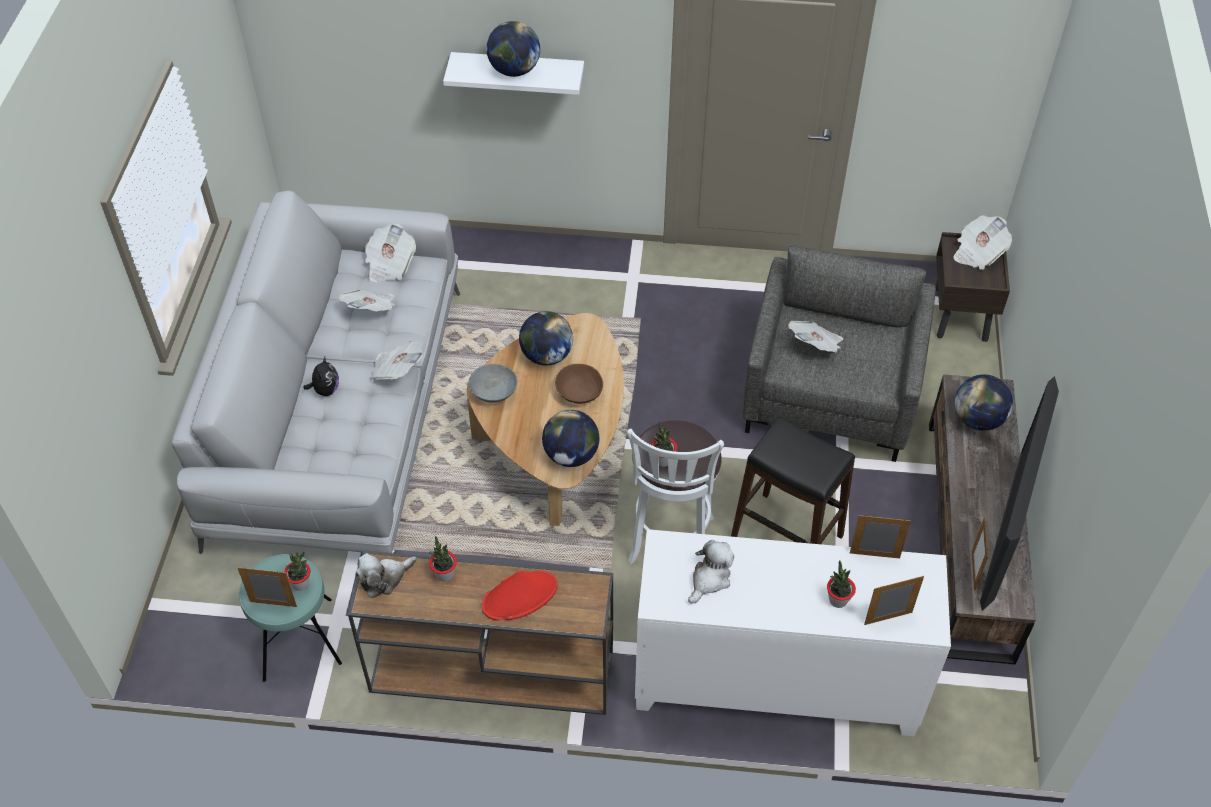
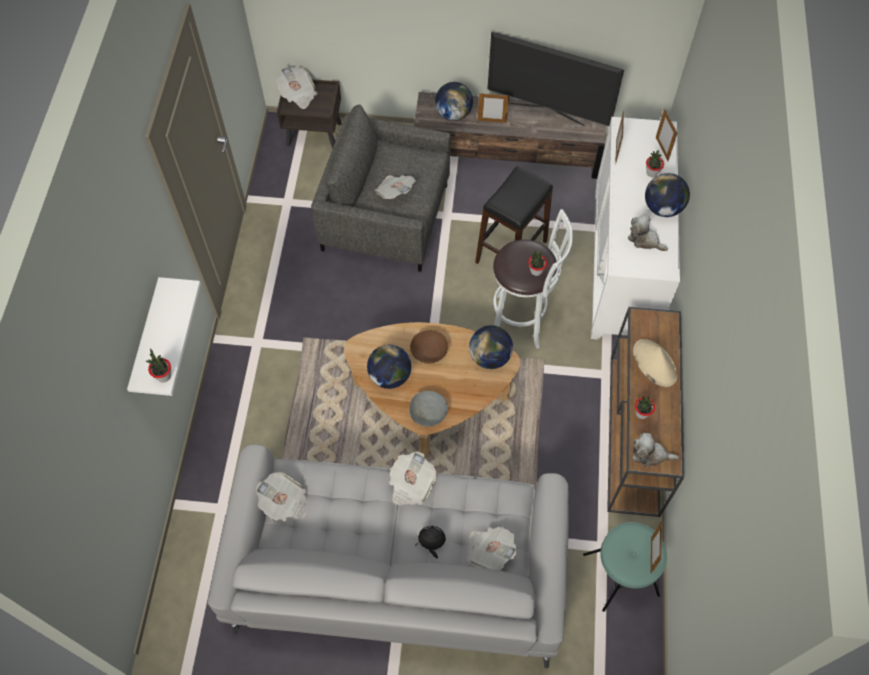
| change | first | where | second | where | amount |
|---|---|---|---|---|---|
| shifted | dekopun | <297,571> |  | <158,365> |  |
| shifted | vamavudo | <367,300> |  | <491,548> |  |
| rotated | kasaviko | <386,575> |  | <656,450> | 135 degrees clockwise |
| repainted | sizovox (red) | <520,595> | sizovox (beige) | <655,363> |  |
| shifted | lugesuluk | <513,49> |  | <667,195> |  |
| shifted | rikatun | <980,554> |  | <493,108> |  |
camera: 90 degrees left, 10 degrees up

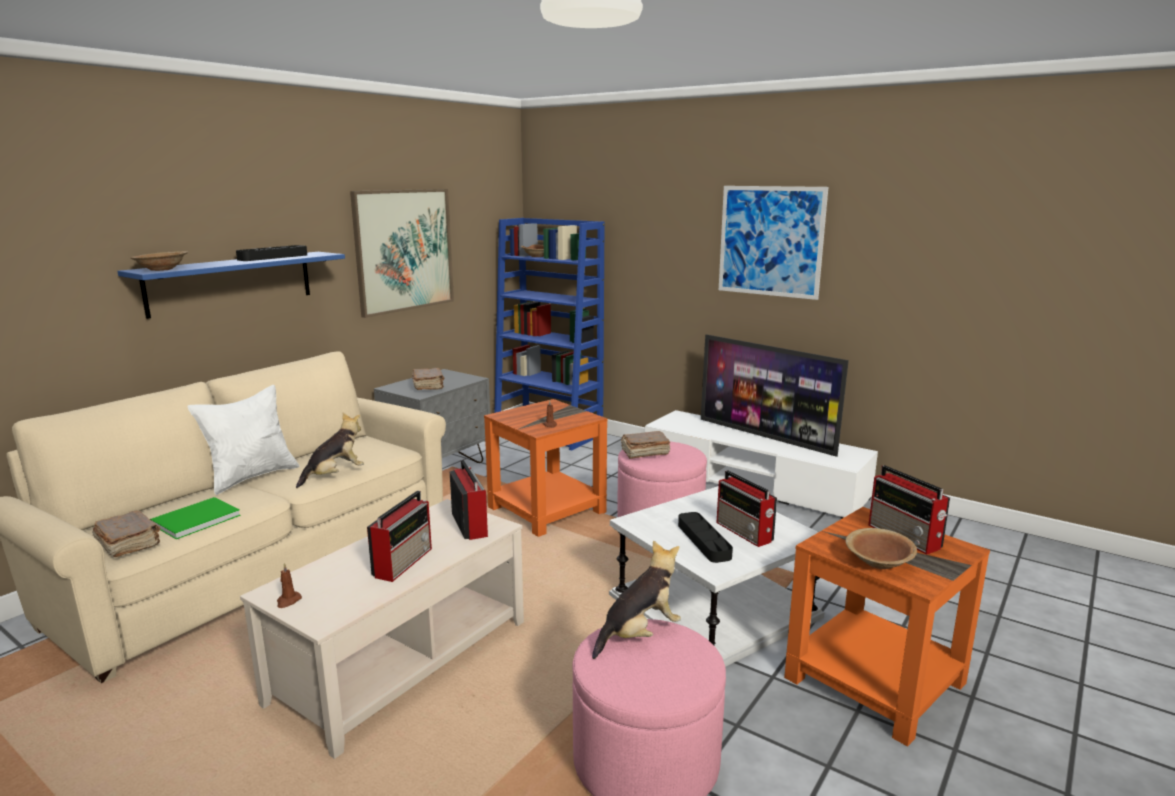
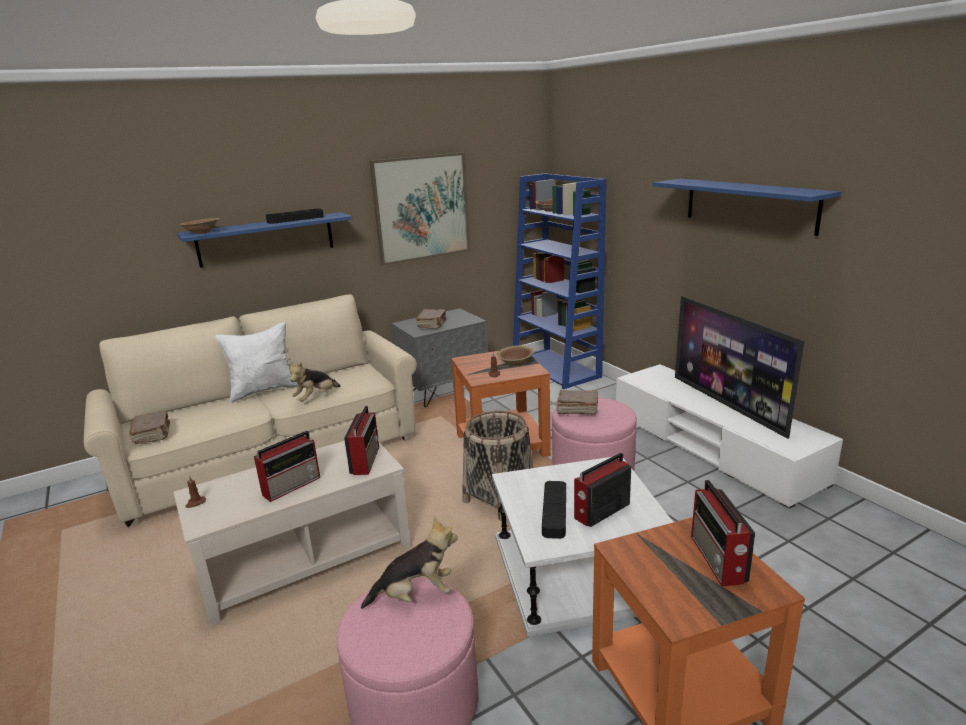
| change | first | where | second | where | amount |
|---|---|---|---|---|---|
| gone | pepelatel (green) | <195,518> |  |  |  |
| rotated | kasaviko | <330,450> |  | <314,382> | 150 degrees clockwise |
| rotated | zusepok | <746,508> |  | <602,489> | 60 degrees clockwise |
| swapped | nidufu | <773,243> | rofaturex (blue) | <747,207> |  |
| shifted | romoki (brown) | <881,548> |  | <515,356> |  |
| new |  |  | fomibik | <497,466> |  |
camera: 25 degrees right, 5 degrees up

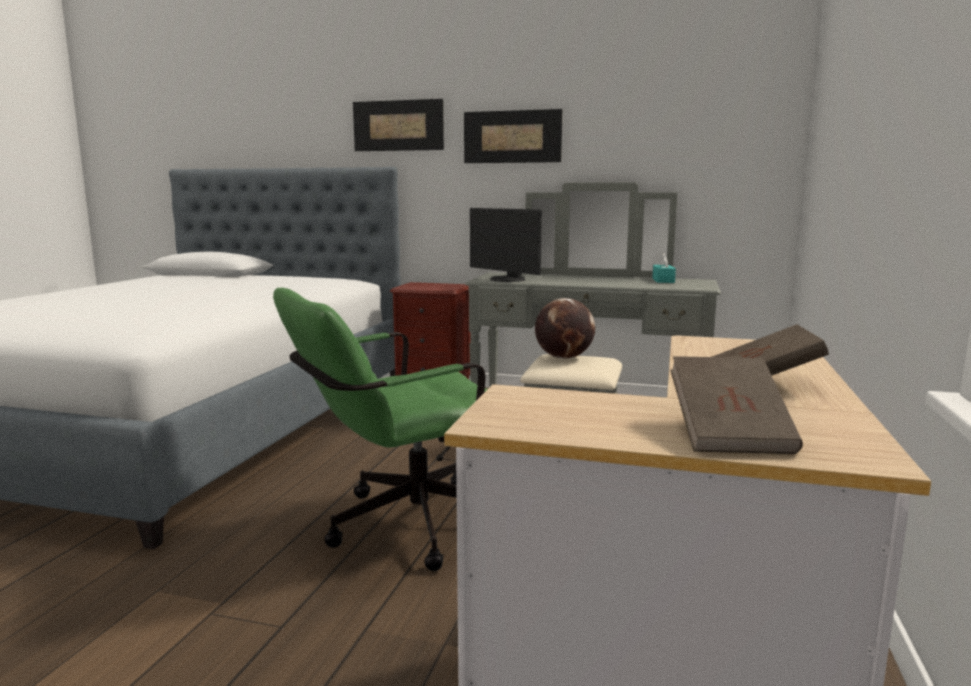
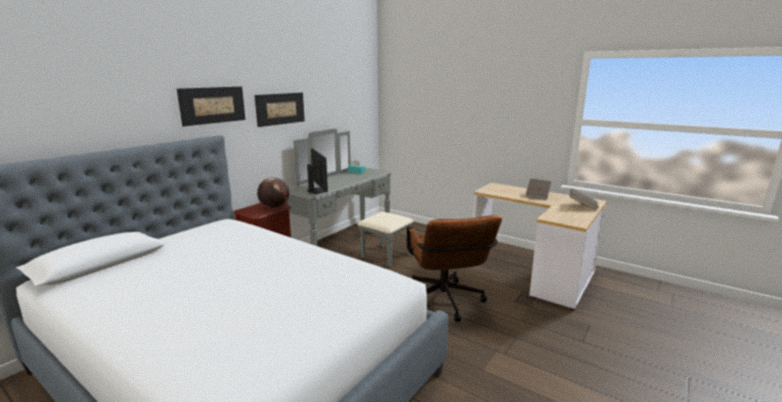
| change | first | where | second | where | amount |
|---|---|---|---|---|---|
| repainted | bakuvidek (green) | <380,429> | bakuvidek (brown) | <454,268> |  |
| rotated | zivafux | <506,245> |  | <317,171> | 90 degrees counterclockwise |
| shifted | lugesuluk | <565,328> |  | <273,192> |  |
camera: 70 degrees left, 5 degrees up

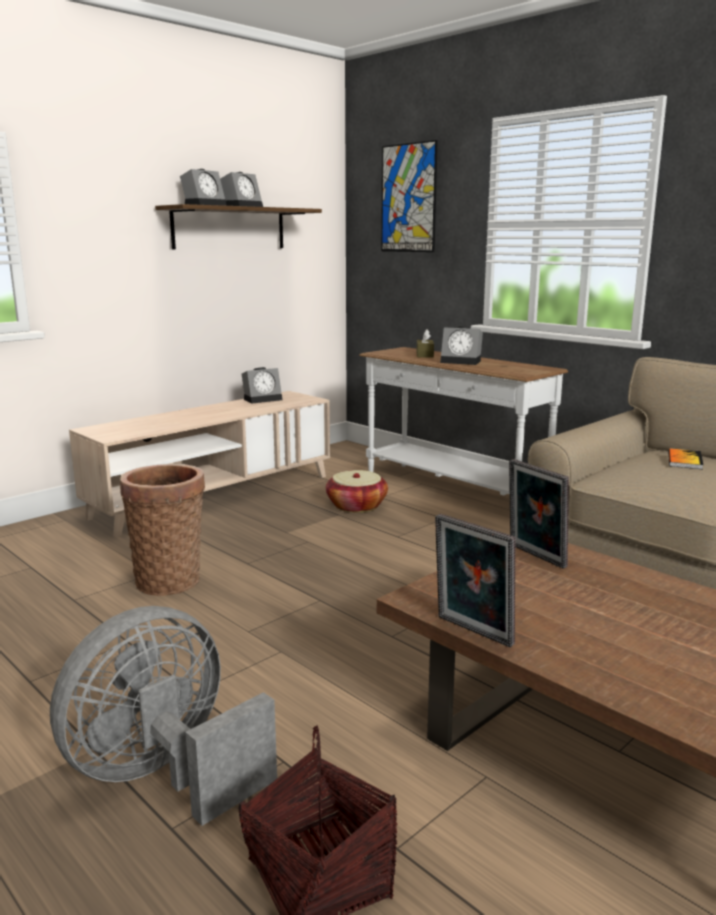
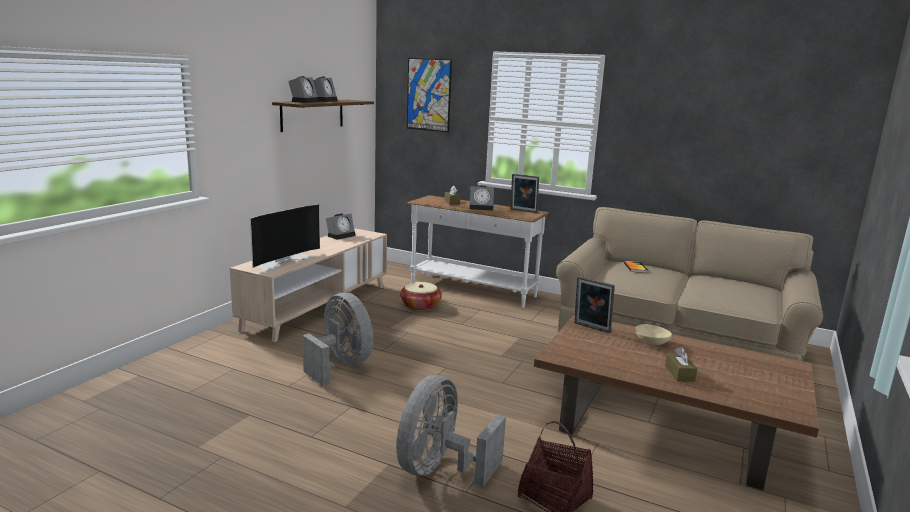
| change | first | where | second | where | amount |
|---|---|---|---|---|---|
| swapped | fomibik | <162,530> | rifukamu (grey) | <338,339> |  |
| shifted | rikatun | <475,580> |  | <525,193> |  |
| new |  |  | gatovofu | <285,237> |  |
| new |  |  | romoki (beige) | <653,334> |  |
| new |  |  | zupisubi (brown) | <681,364> |  |
camera: 20 degrees left, 0 degrees up

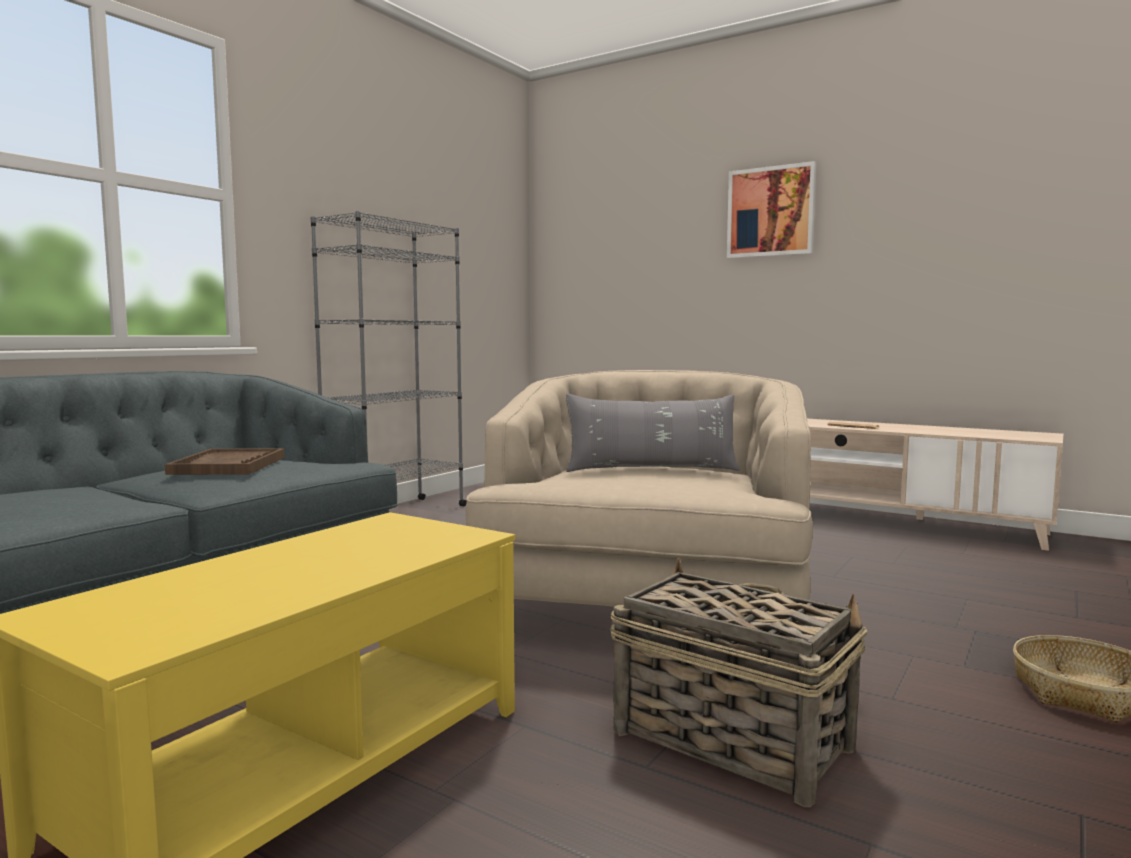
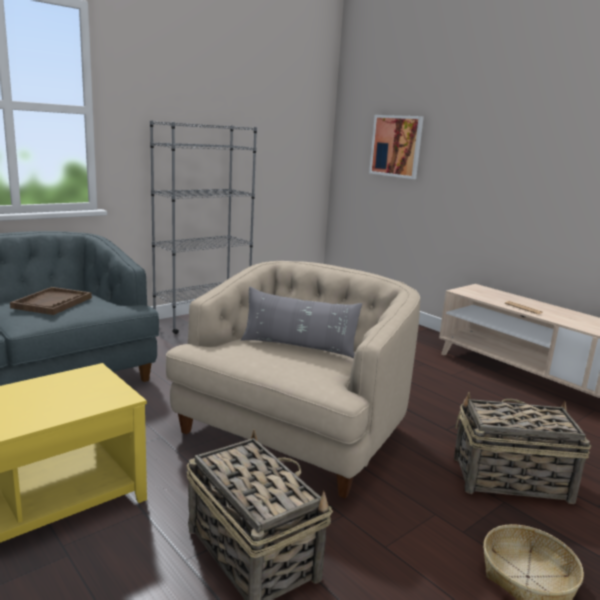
| change | first | where | second | where | amount |
|---|---|---|---|---|---|
| shifted | nidufu | <771,209> |  | <396,147> |  |
| new |  |  | fomibik | <522,448> |  |
camera: 15 degrees right, 10 degrees up

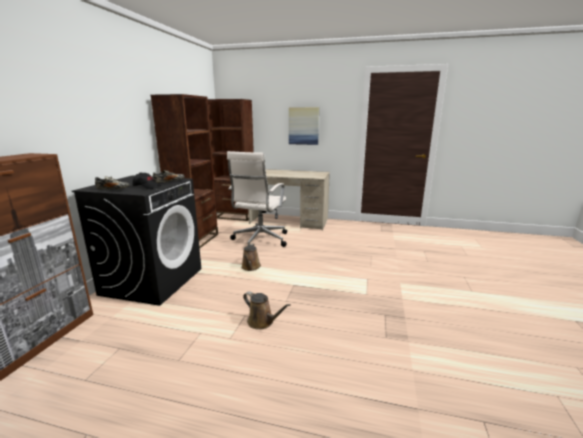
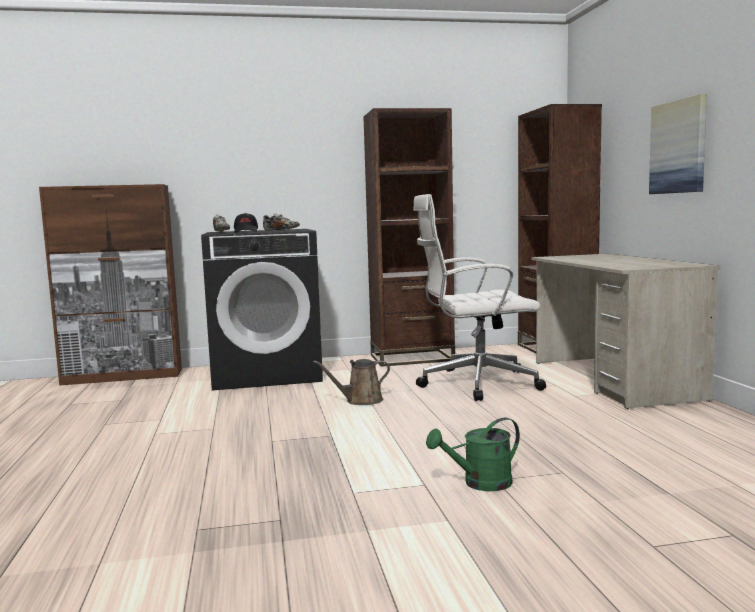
| change | first | where | second | where | amount |
|---|---|---|---|---|---|
| gone | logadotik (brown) | <267,310> |  |  |  |
| new |  |  | logadotik (green) | <473,454> |  |
camera: 65 degrees right, 10 degrees down

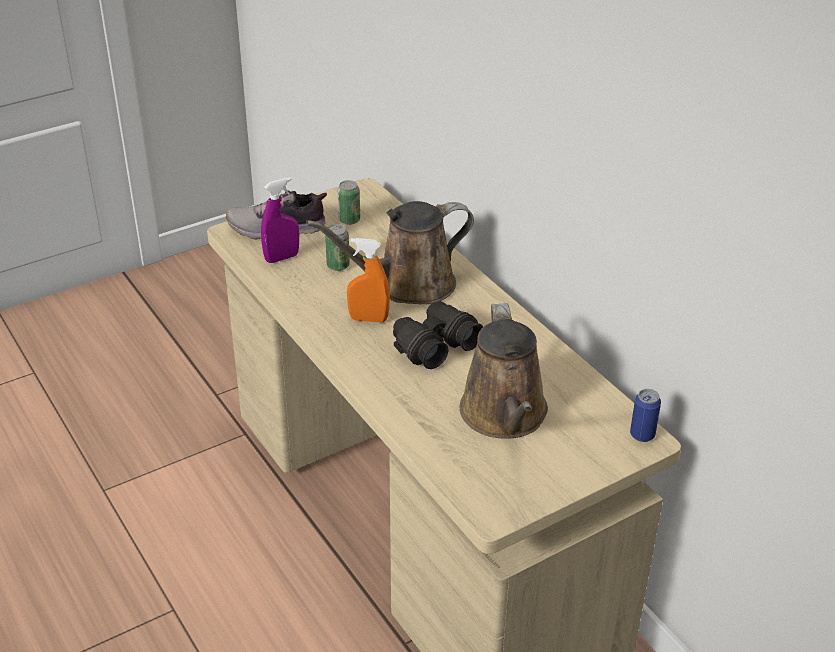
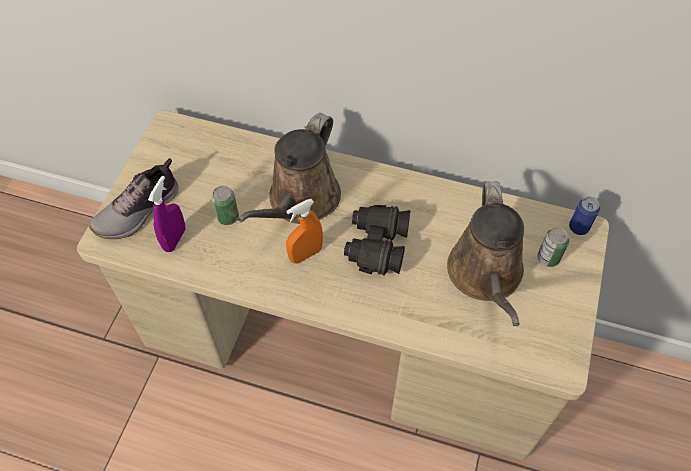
| change | first | where | second | where | amount |
|---|---|---|---|---|---|
| shifted | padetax | <349,202> |  | <553,247> |  |
| rotated | logadotik (brown) | <504,370> |  | <485,253> | 45 degrees clockwise |
camera: 40 degrees left, 20 degrees up

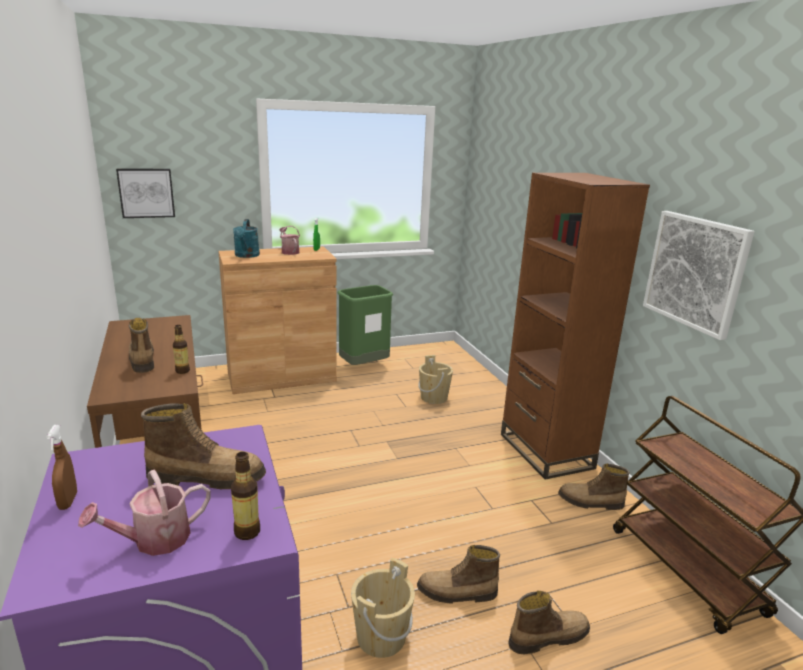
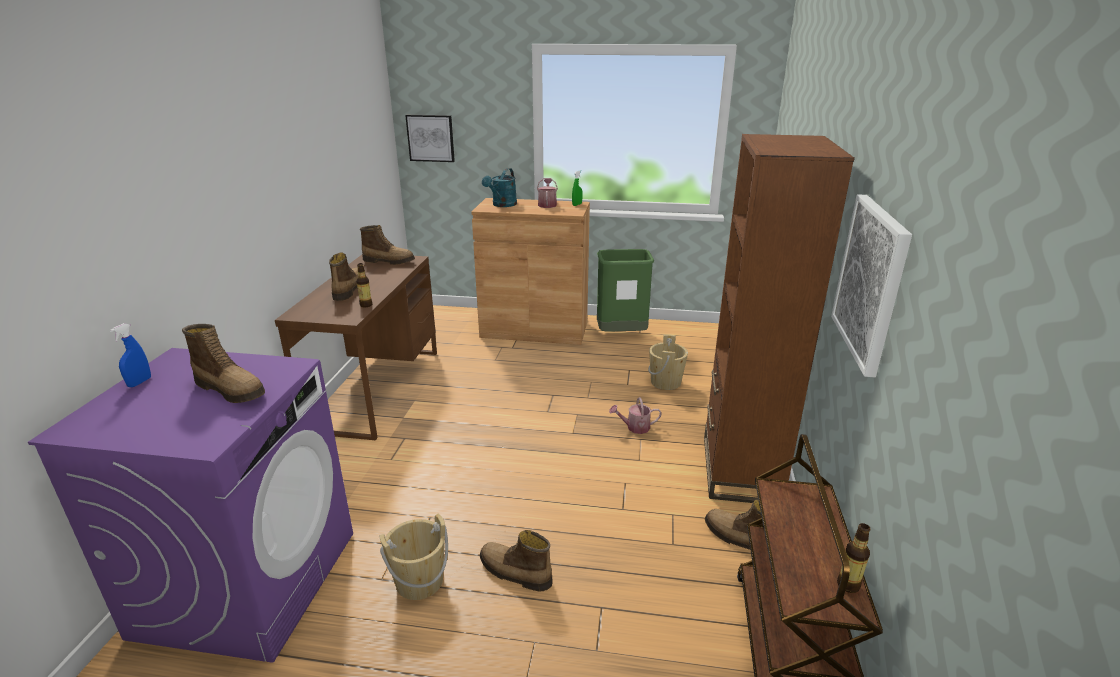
| change | first | where | second | where | amount |
|---|---|---|---|---|---|
| repainted | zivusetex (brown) | <62,467> | zivusetex (blue) | <130,355> |  |
| shifted | logadotik | <144,513> |  | <635,415> |  |
| shifted | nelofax | <245,496> |  | <853,558> |  |
| shifted | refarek | <549,623> |  | <387,245> |  |
camera: 30 degrees right, 5 degrees up

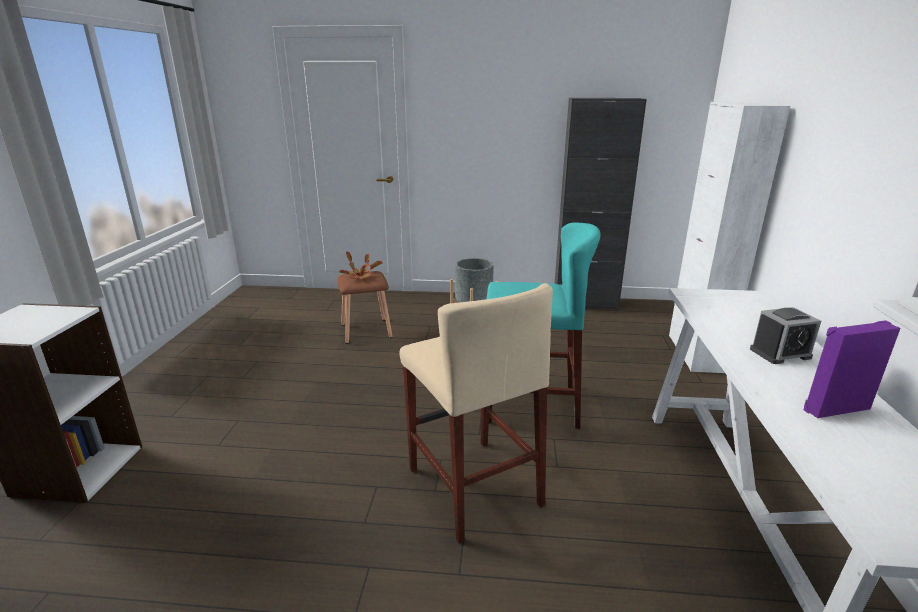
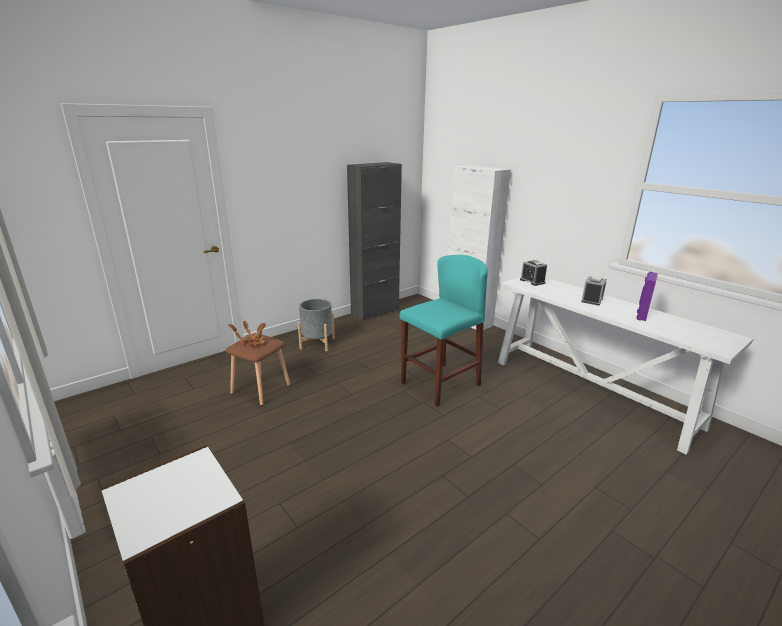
| change | first | where | second | where | amount |
|---|---|---|---|---|---|
| gone | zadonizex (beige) | <476,413> |  |  |  |
| new |  |  | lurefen | <533,273> |  |
camera: 45 degrees left, 0 degrees up

